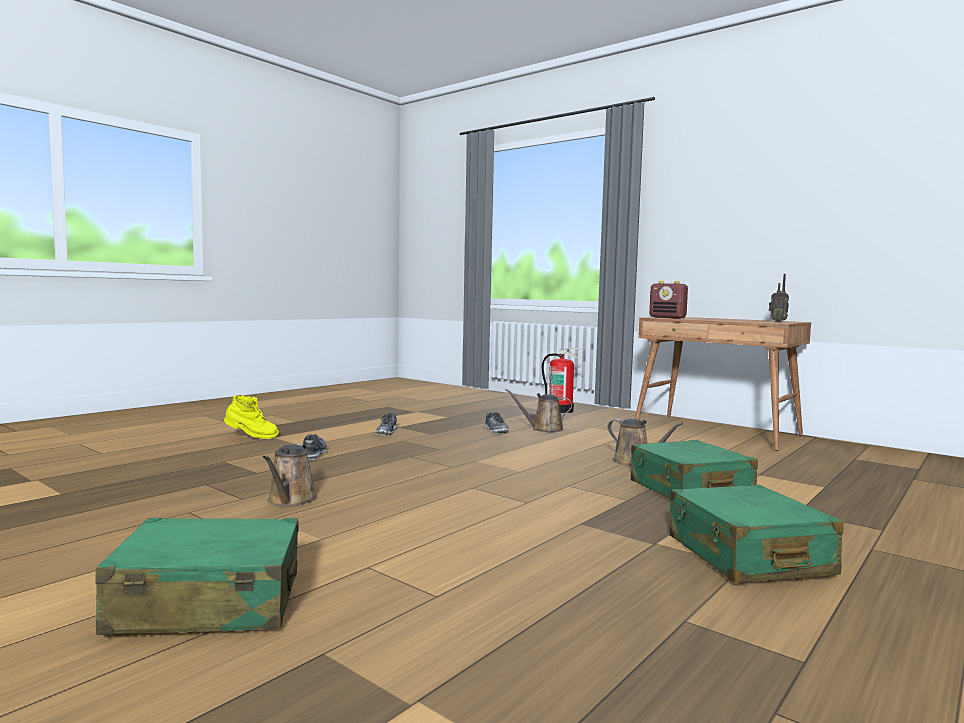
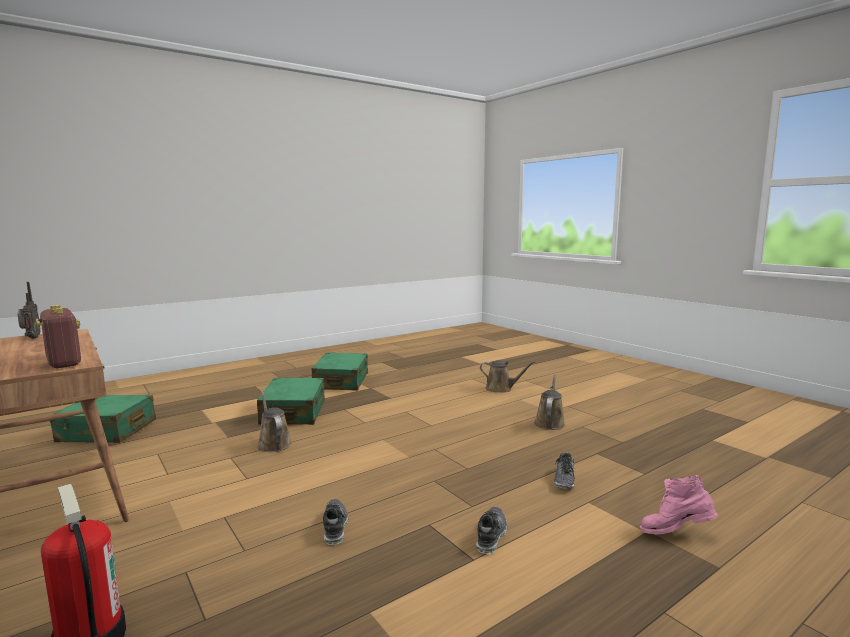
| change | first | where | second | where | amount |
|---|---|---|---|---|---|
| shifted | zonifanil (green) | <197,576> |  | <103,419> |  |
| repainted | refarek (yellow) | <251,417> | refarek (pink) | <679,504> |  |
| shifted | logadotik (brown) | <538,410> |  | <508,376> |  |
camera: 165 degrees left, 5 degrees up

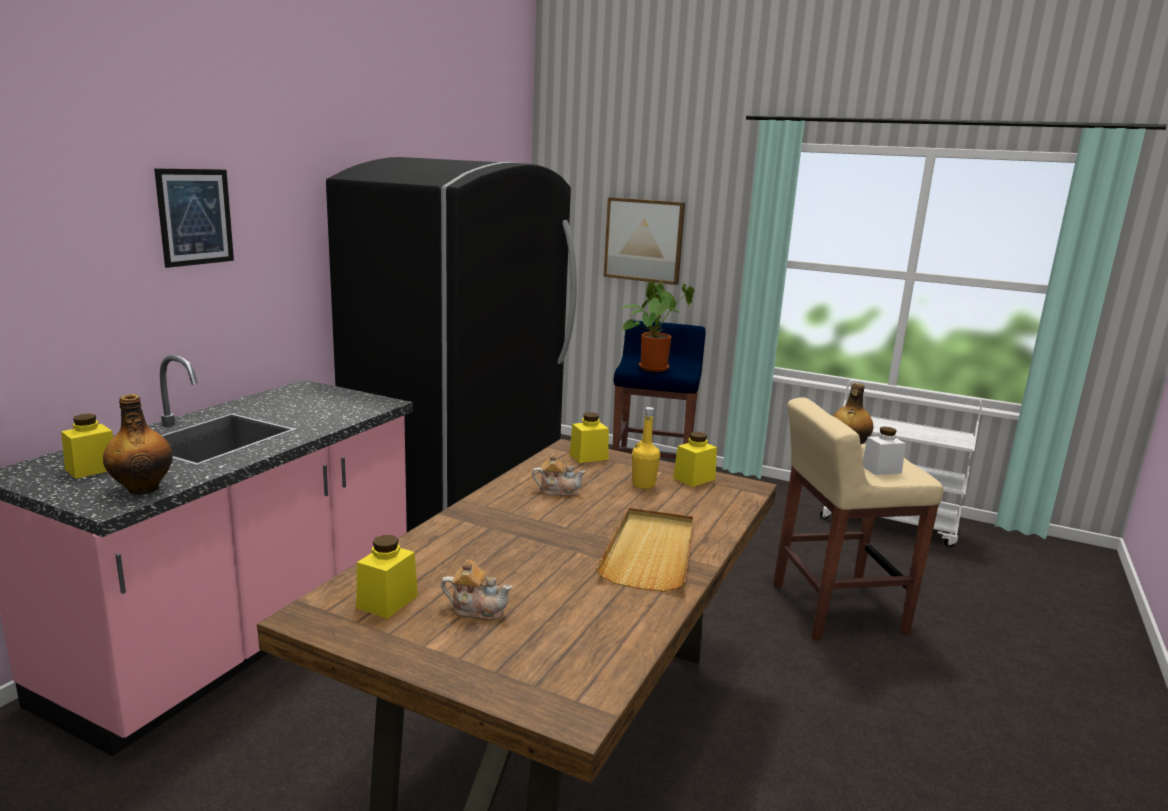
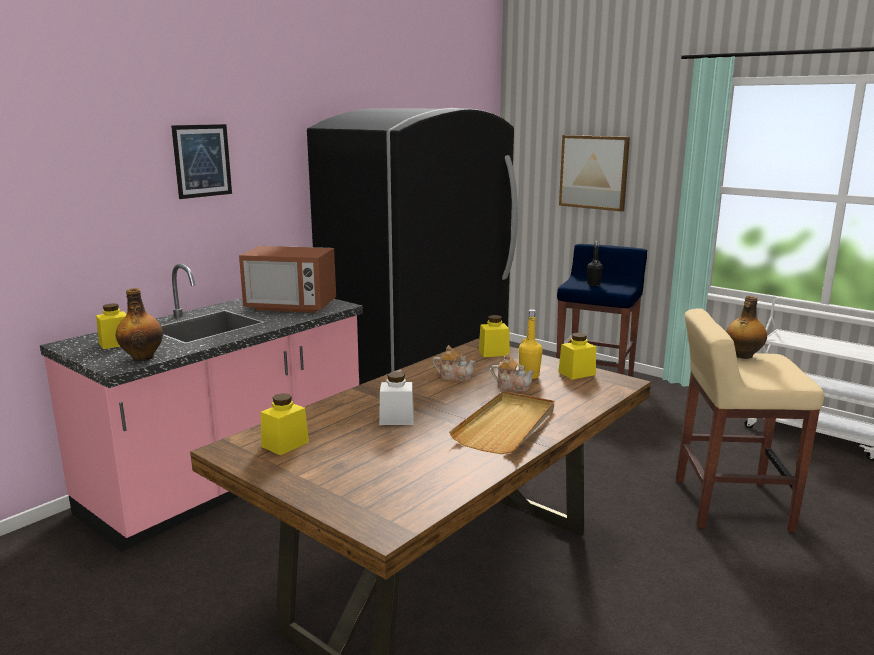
| change | first | where | second | where | amount |
|---|---|---|---|---|---|
| shifted | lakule | <476,590> |  | <512,373> |  |
| swapped | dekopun | <657,326> | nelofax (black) | <595,263> |  |
| shifted | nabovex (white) | <884,451> |  | <396,398> |  |
| new |  |  | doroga | <287,279> |  |
camera: 15 degrees right, 0 degrees up

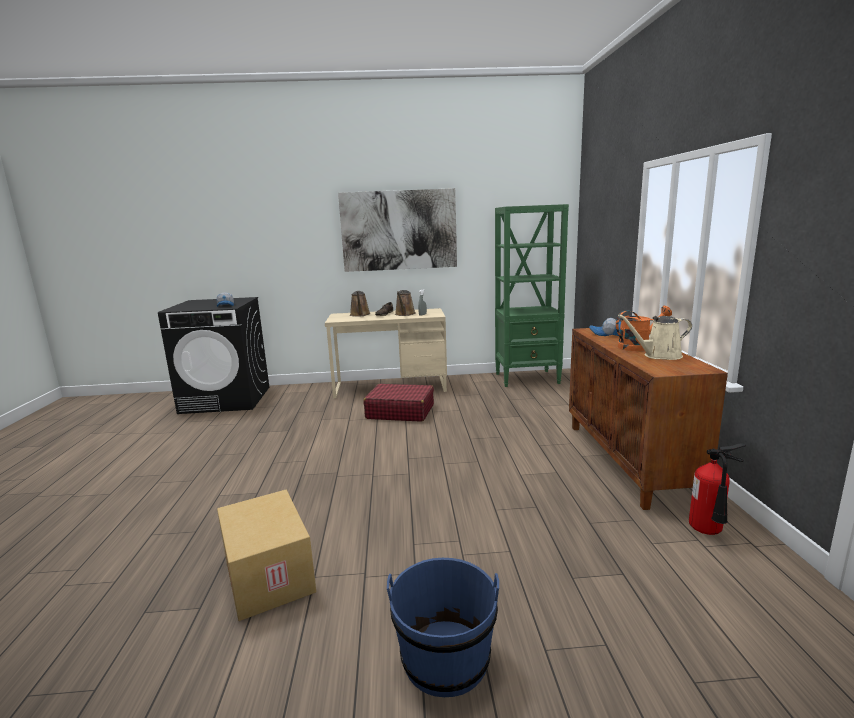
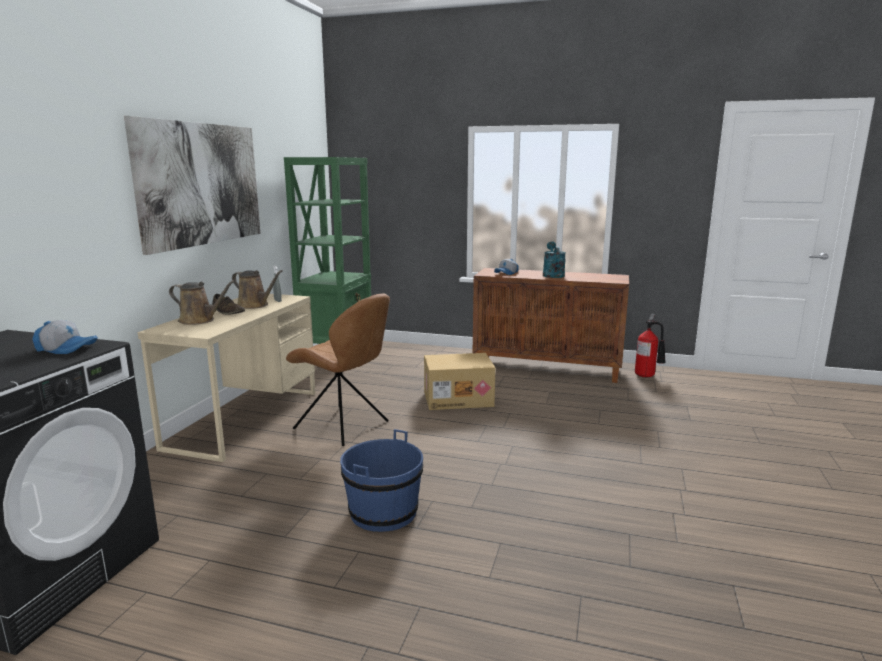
| change | first | where | second | where | amount |
|---|---|---|---|---|---|
| shifted | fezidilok | <266,555> |  | <459,381> |  |
| swapped | zonifanil (red) | <399,402> | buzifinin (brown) | <338,369> |  |
| shifted | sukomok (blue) | <443,627> |  | <381,480> |  |
| repainted | logadotik (orange) | <644,328> | logadotik (turquoise) | <554,259> |  |
| gone | logadotik (beige) | <655,337> |  |  |  |
camera: 70 degrees left, 0 degrees up

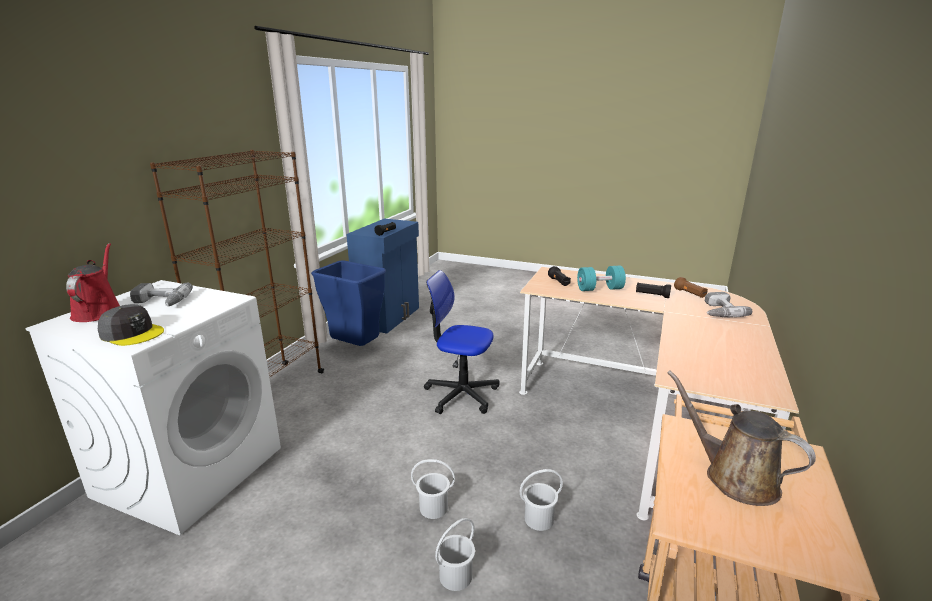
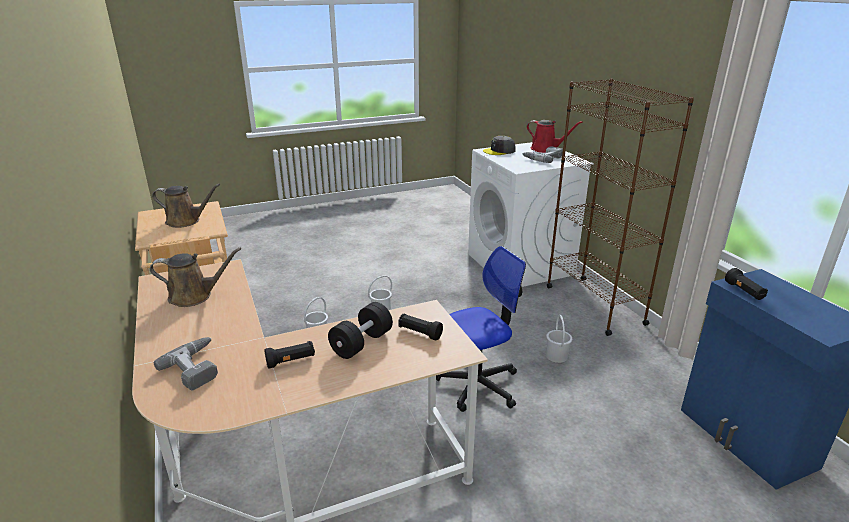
| change | first | where | second | where | amount |
|---|---|---|---|---|---|
| gone | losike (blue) | <348,303> |  |  |  |
| shifted | sukomok (white) | <455,554> |  | <559,339> |  |
| repainted | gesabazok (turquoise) | <601,278> | gesabazok (black) | <360,330> |  |
| gone | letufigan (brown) | <691,287> |  |  |  |
| new |  |  | logadotik (brown) | <195,277> |  |
camera: 135 degrees right, 5 degrees up

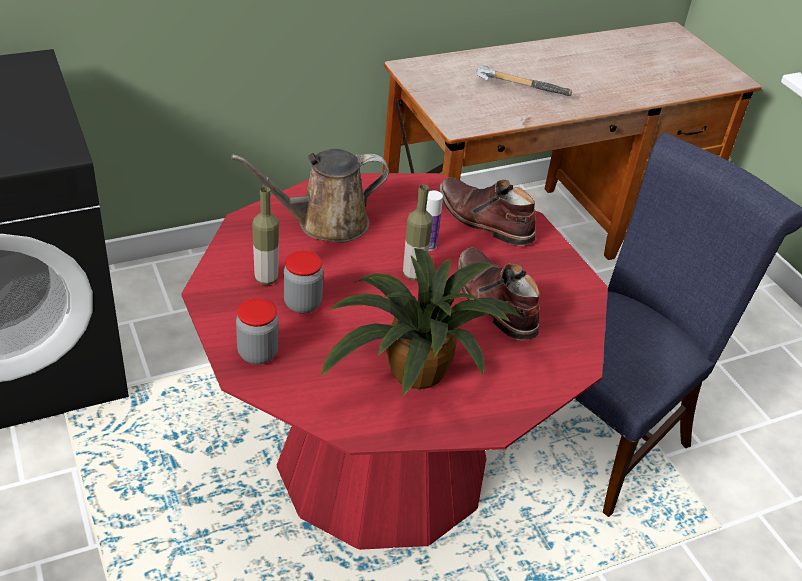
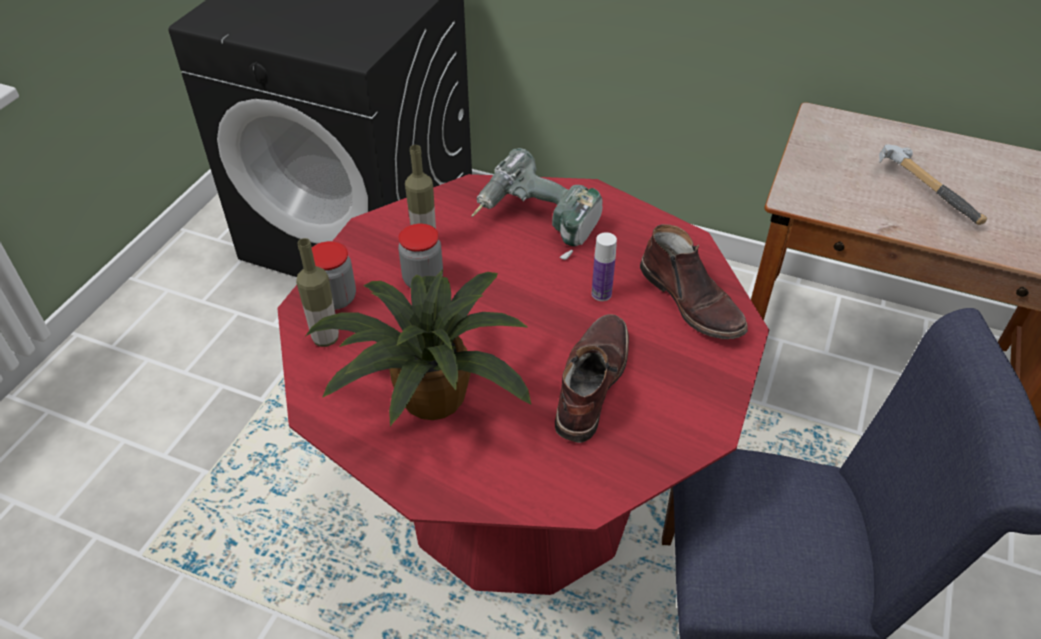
| change | first | where | second | where | amount |
|---|---|---|---|---|---|
| swapped | logadotik (brown) | <310,196> | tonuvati | <537,204> |  |
| shifted | nelofax | <418,232> |  | <317,292> |  |
| rotated | refarek (brown) | <487,211> |  | <694,281> | 150 degrees clockwise |
camera: 50 degrees right, 5 degrees up

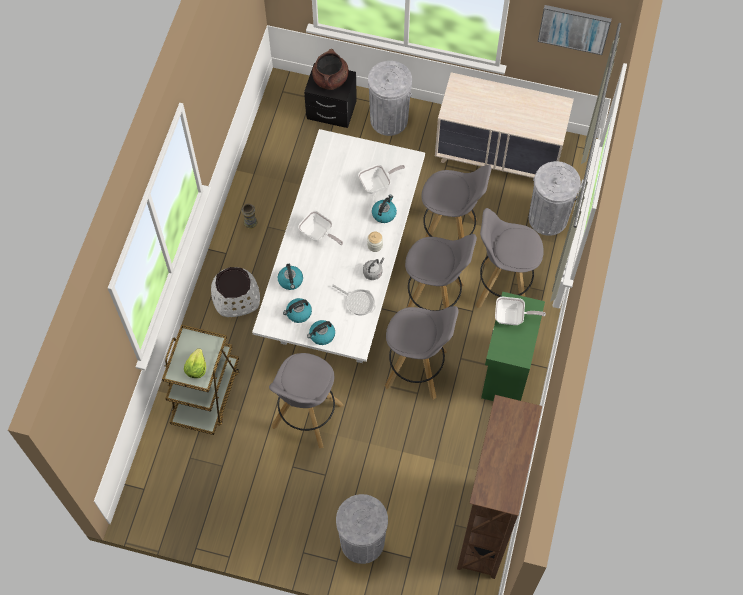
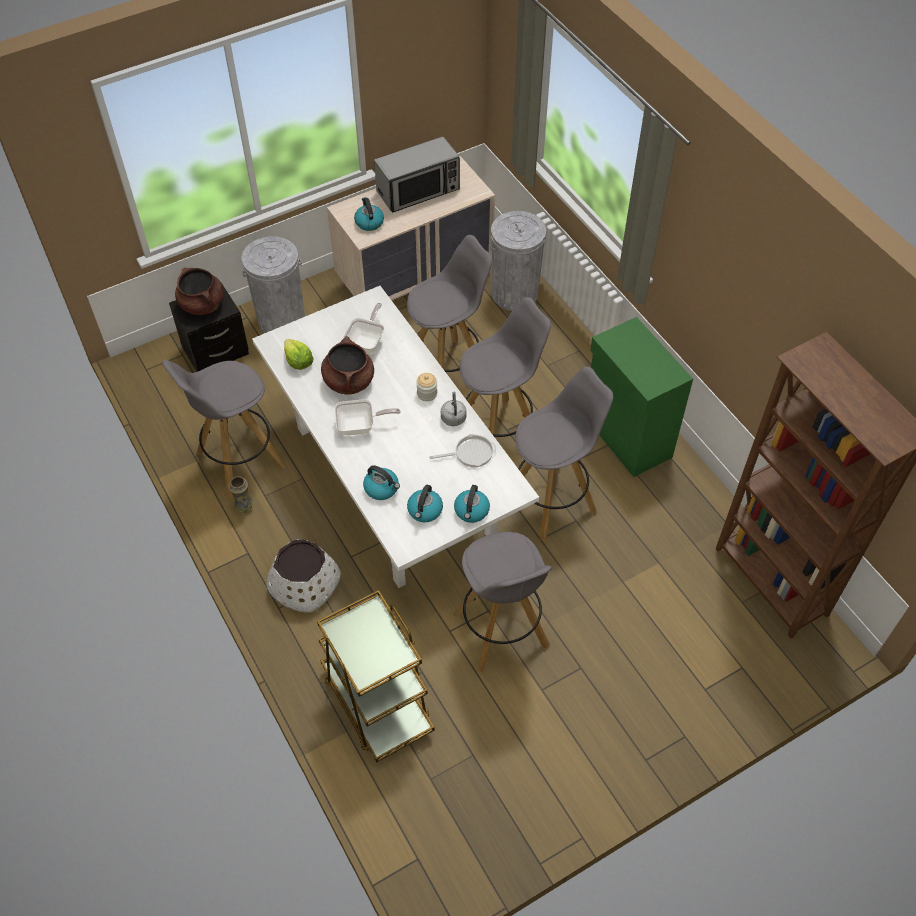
| change | first | where | second | where | amount |
|---|---|---|---|---|---|
| shifted | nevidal | <195,363> |  | <299,354> |  |
| gone | losike (grey) | <362,529> |  |  |  |
| shifted | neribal | <384,209> |  | <369,214> |  |
| shifted | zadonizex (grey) | <510,258> |  | <223,429> |  |
| gone | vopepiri | <520,311> |  |  |  |
| gone | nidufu | <575,30> |  |  |  |
| new |  |  | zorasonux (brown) | <347,365> |  |
| new |  |  | doroga | <417,174> |  |
camera: 45 degrees left, 10 degrees down

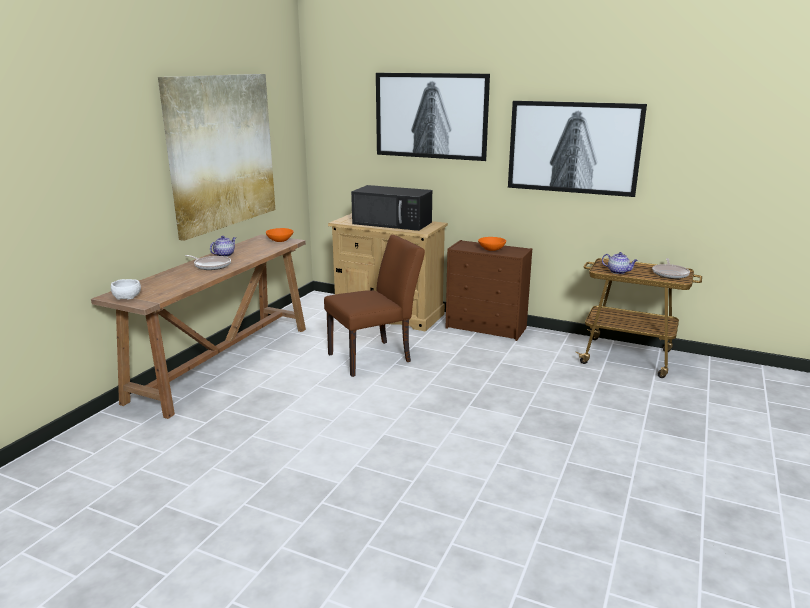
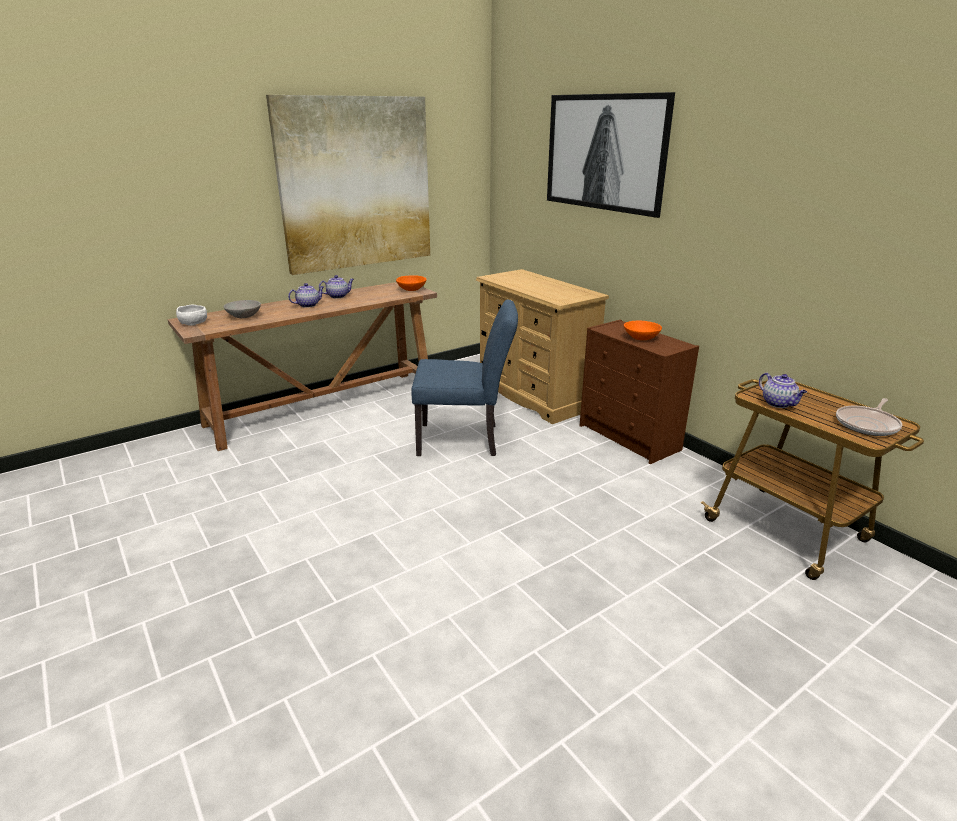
| change | first | where | second | where | amount |
|---|---|---|---|---|---|
| swapped | vopepiri | <208,262> | lakule | <306,295> |  |
| repainted | buzifinin (brown) | <374,306> | buzifinin (blue) | <465,378> |  |
| gone | doroga (black) | <391,208> |  |  |  |
| gone | nidufu | <577,149> |  |  |  |
| new |  |  | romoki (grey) | <242,309> |  |
camera: 30 degrees right, 5 degrees up

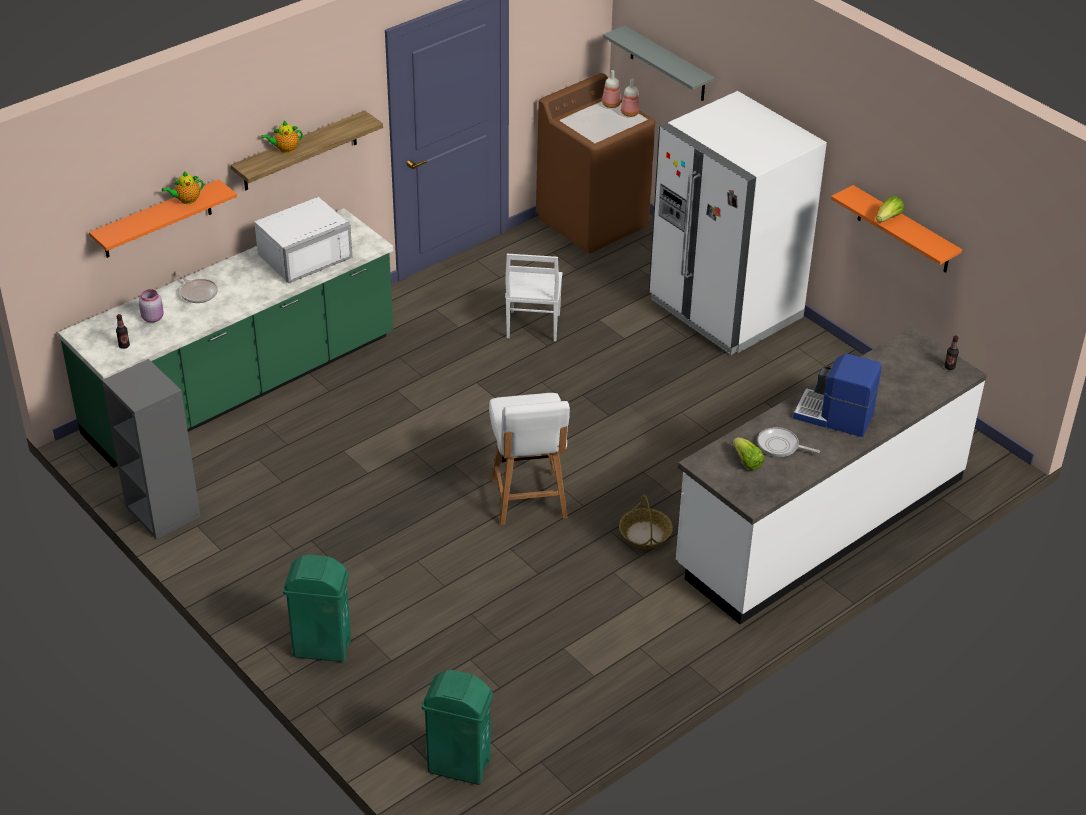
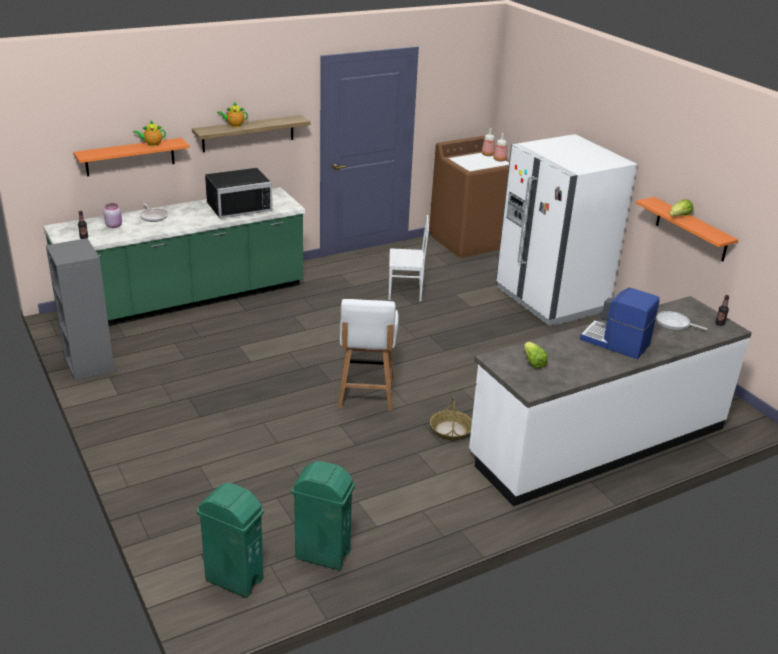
| change | first | where | second | where | amount |
|---|---|---|---|---|---|
| repainted | doroga (white) | <303,240> | doroga (black) | <239,193> |  |
| shifted | losike (green) | <317,608> |  | <323,515> |  |
| rotated | buzifinin (white) | <534,297> |  | <409,258> | 105 degrees counterclockwise |
| gone | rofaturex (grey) | <658,63> |  |  |  |
| shifted | vopepiri | <789,442> |  | <681,320> |  |
camera: 10 degrees right, 10 degrees down

